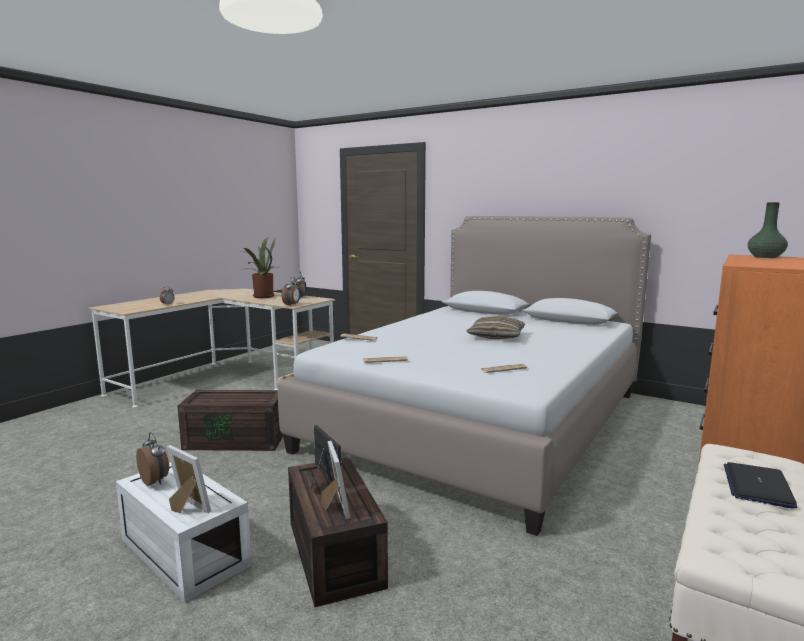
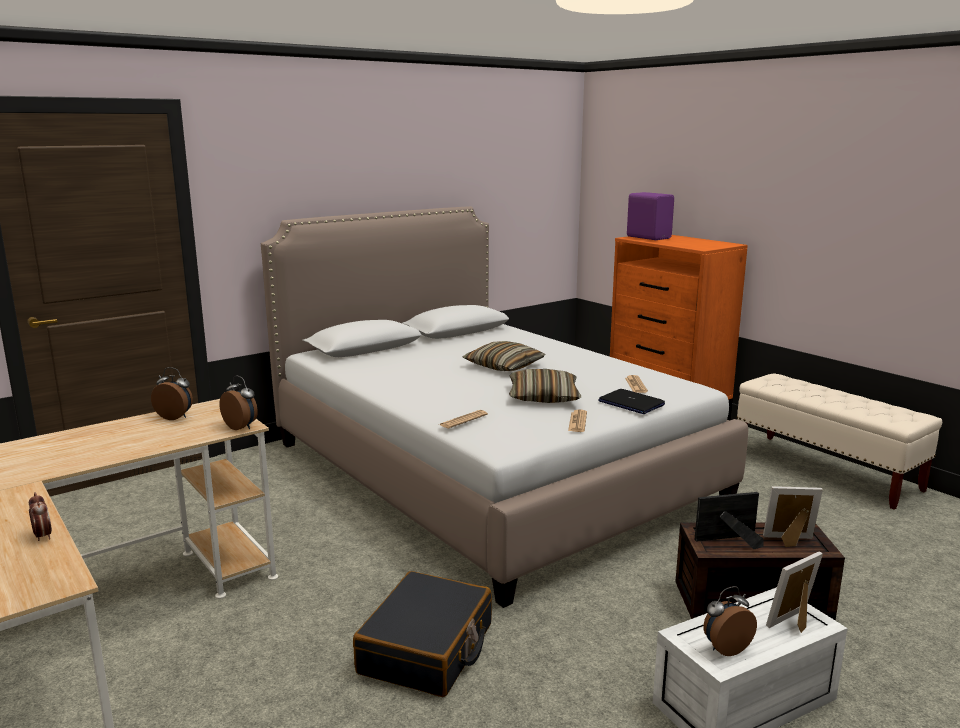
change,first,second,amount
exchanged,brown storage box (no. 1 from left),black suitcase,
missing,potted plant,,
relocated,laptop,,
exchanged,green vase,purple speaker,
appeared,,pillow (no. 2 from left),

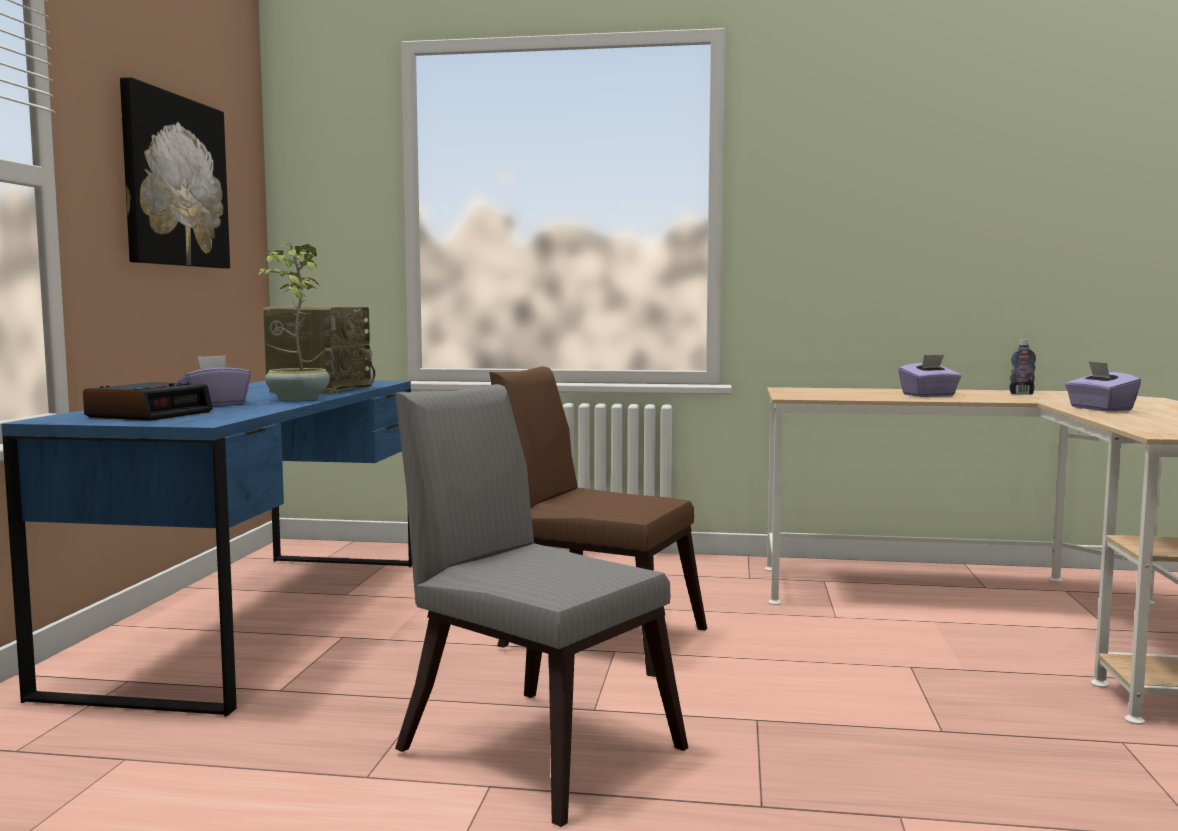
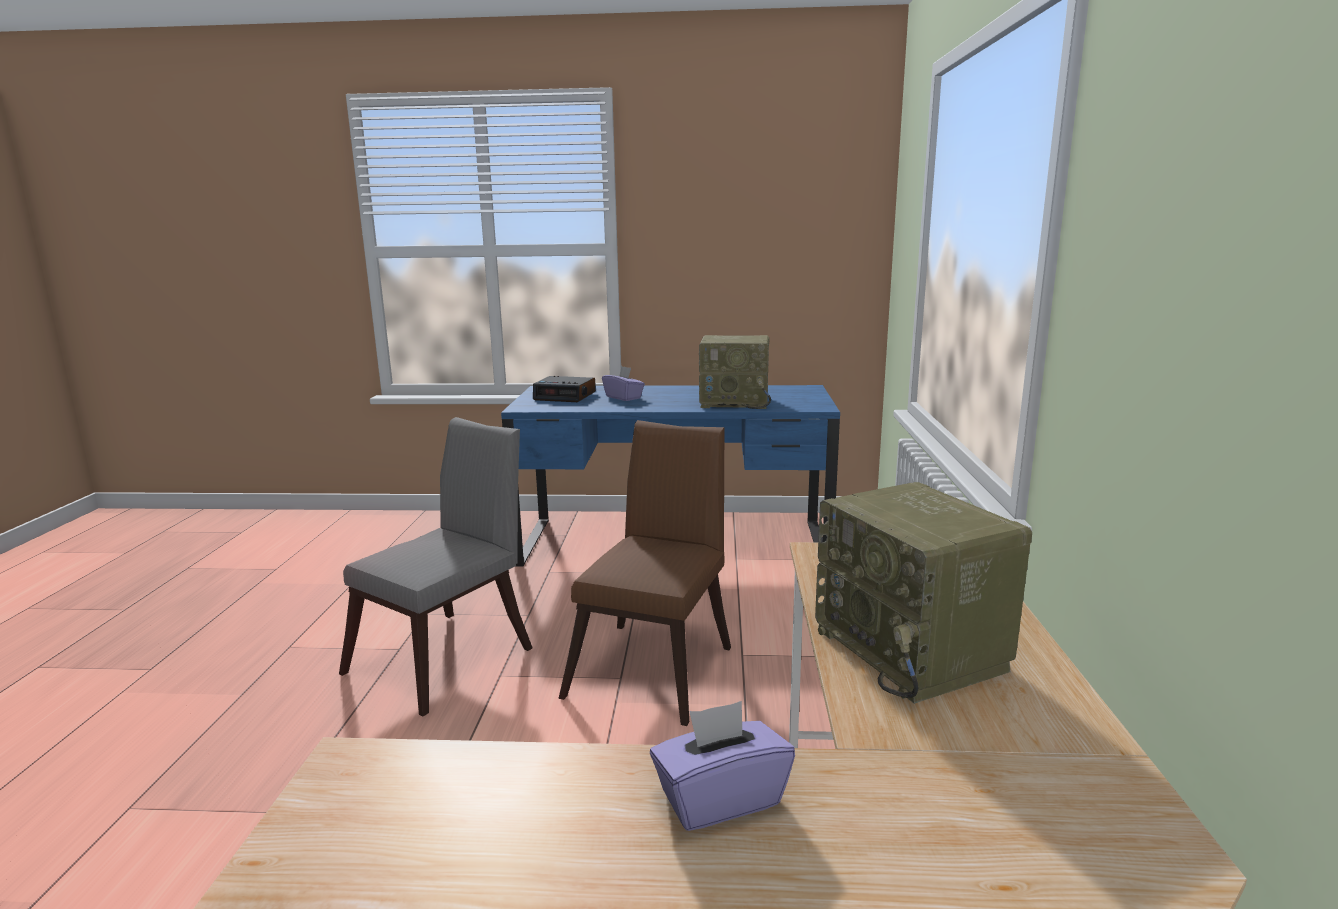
change,first,second,amount
missing,picture,,
missing,potted plant,,
exchanged,purple tissue box (no. 2 from left),radio (no. 2 from left),
missing,bottle,,

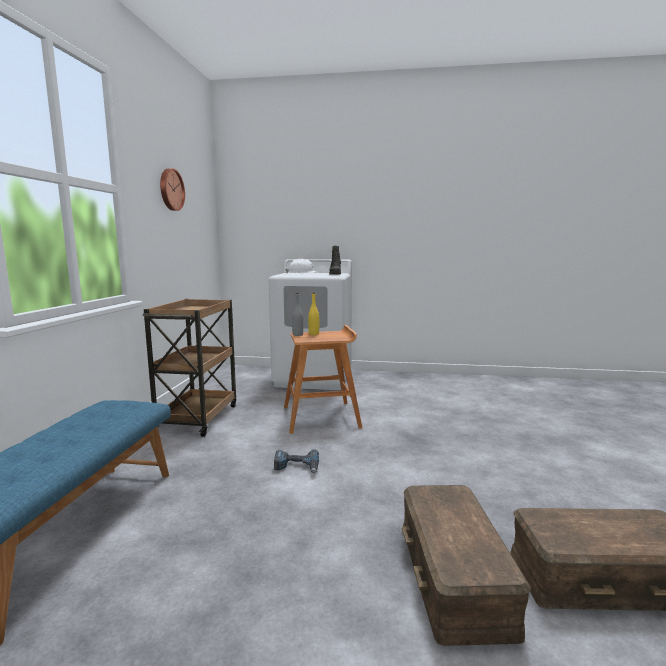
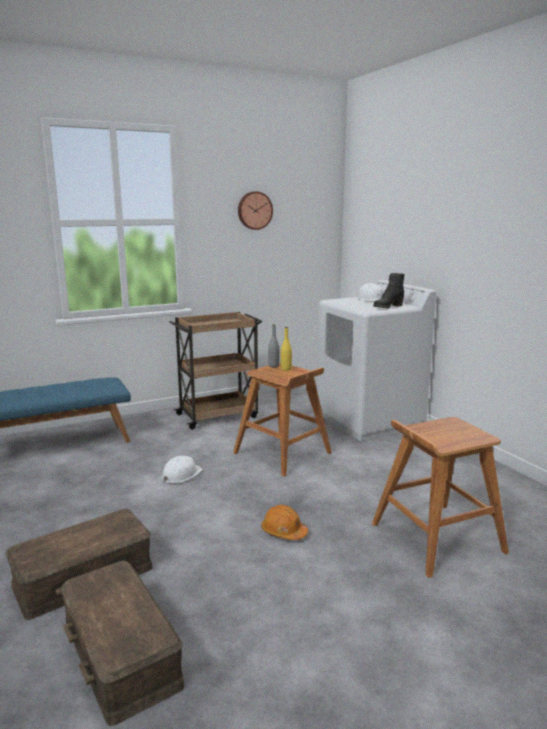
change,first,second,amount
exchanged,power drill,white hard hat (no. 1 from left),
appeared,,orange hard hat,
appeared,,brown stool (no. 2 from left),

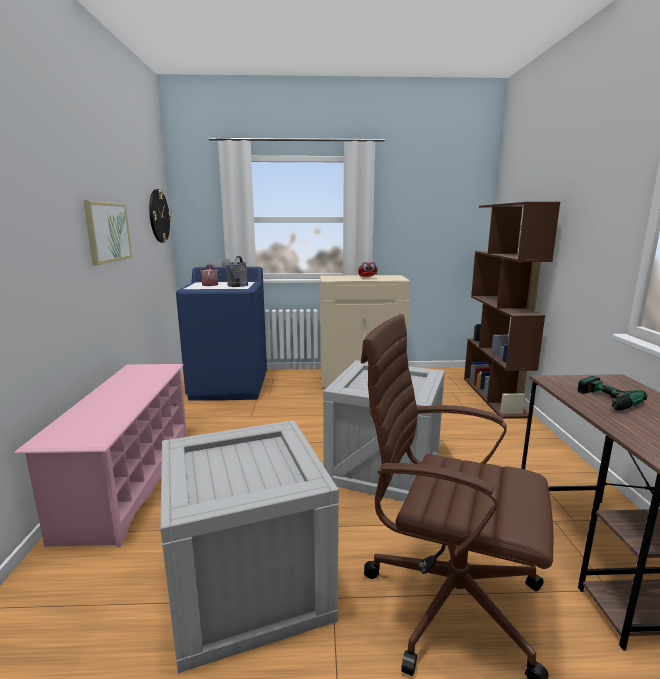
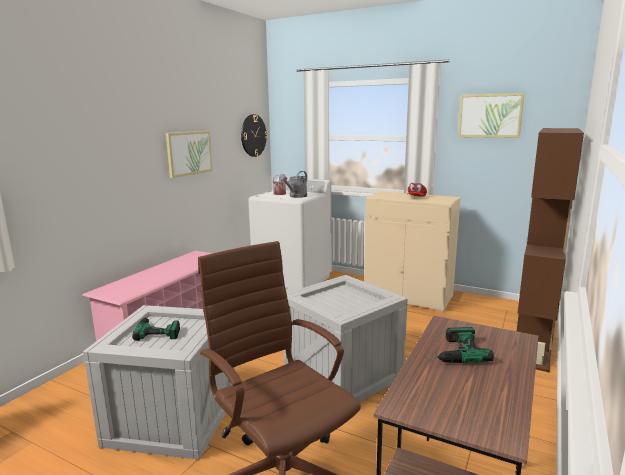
change,first,second,amount
colour,blue washing machine,white washing machine,
appeared,,power drill (no. 1 from left),
appeared,,picture (no. 2 from left),

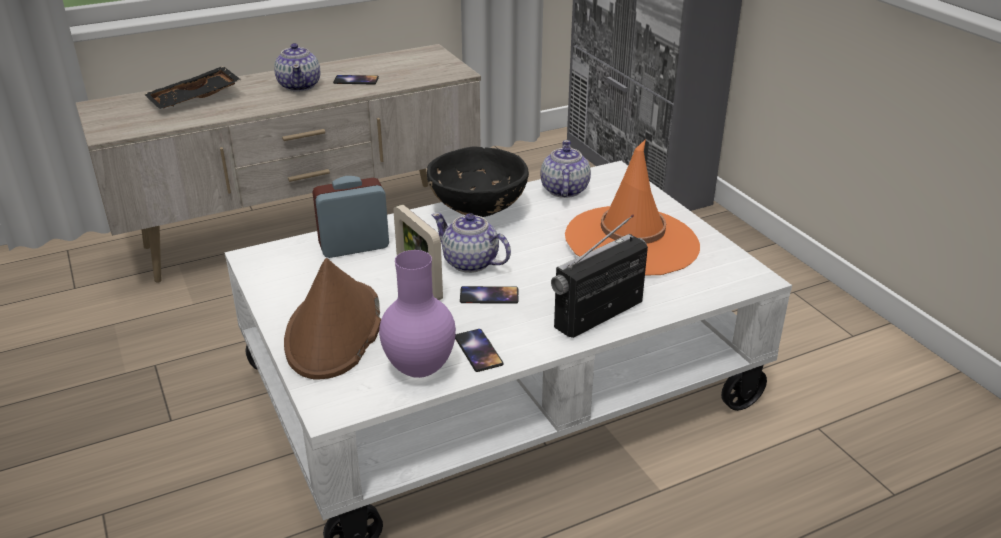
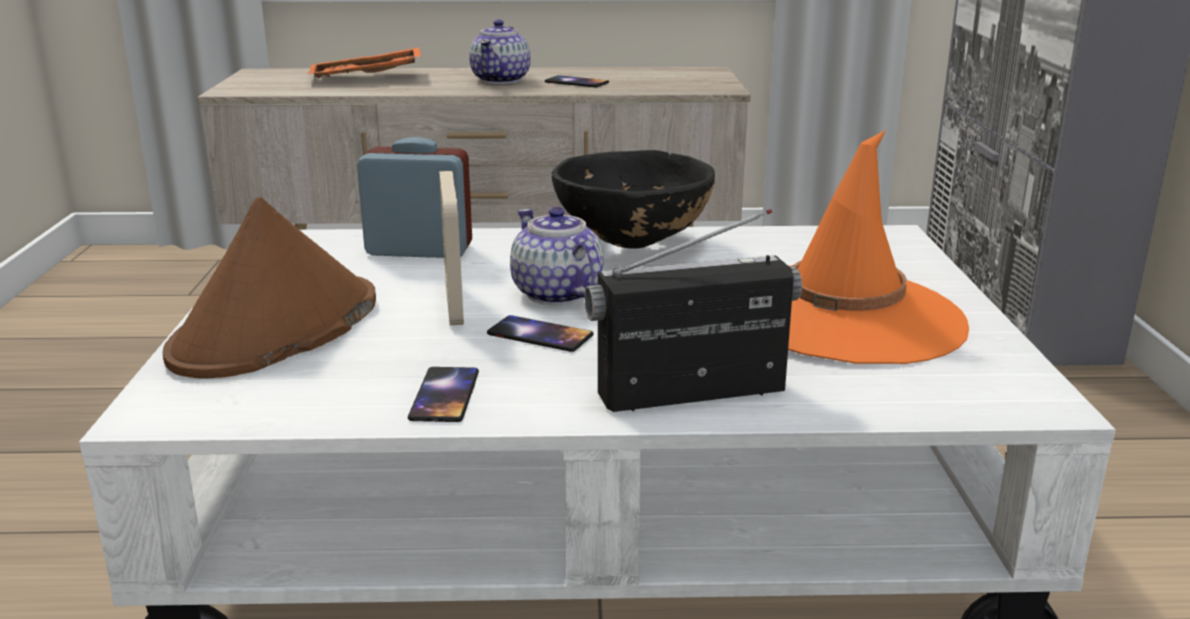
change,first,second,amount
colour,black tray,orange tray,
missing,purple vase,,
missing,teapot (no. 3 from left),,

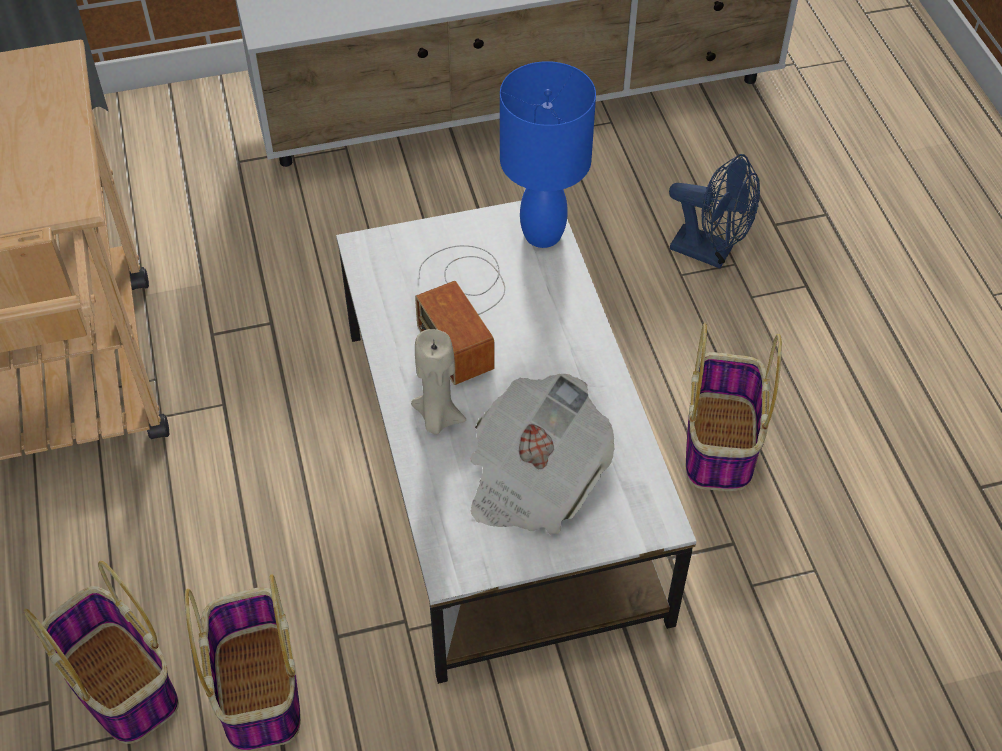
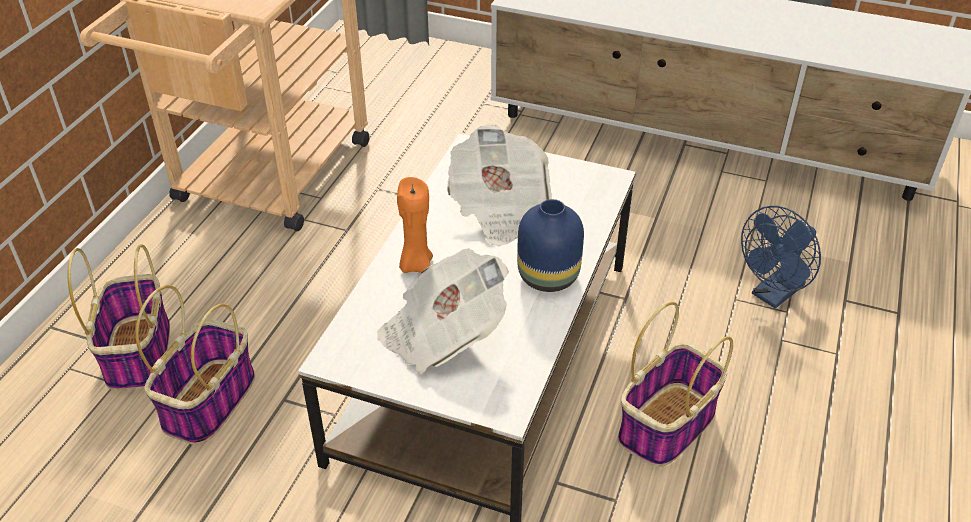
change,first,second,amount
colour,beige candle,orange candle,
exchanged,radio,newspaper (no. 2 from left),
missing,blue table lamp,,
spun,blue fan,,75 degrees clockwise
appeared,,blue vase,

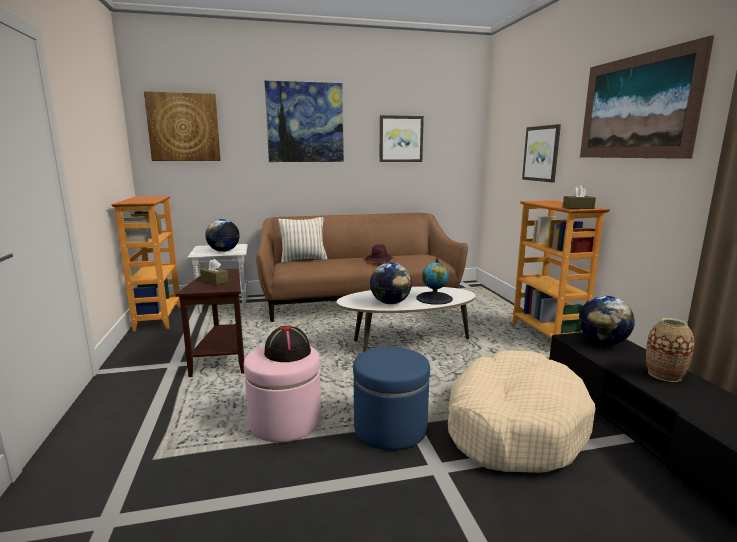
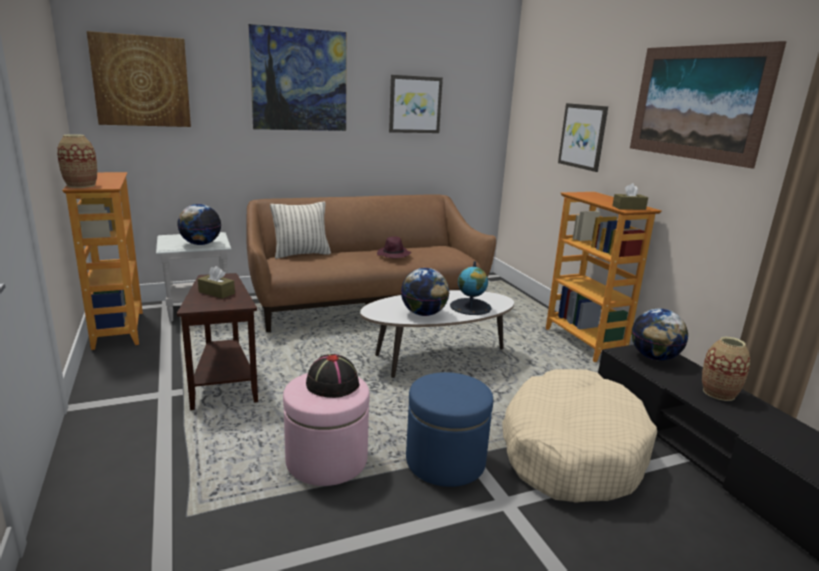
change,first,second,amount
appeared,,vase (no. 1 from left),

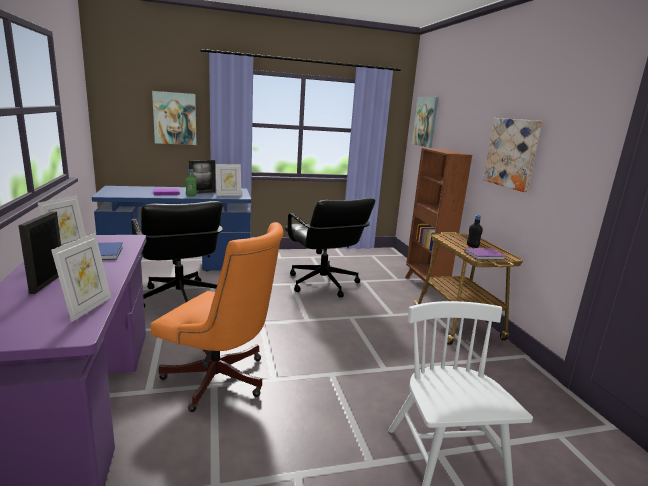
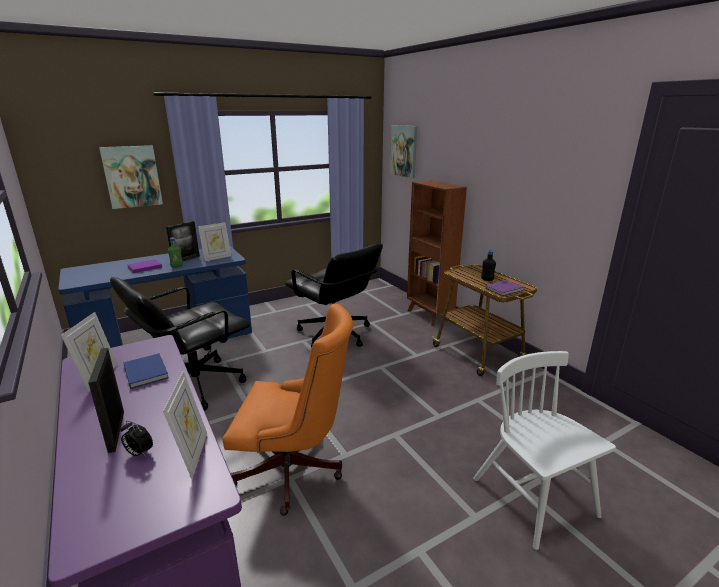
change,first,second,amount
spun,black office chair (no. 1 from left),,90 degrees clockwise
missing,picture (no. 3 from left),,
appeared,,alarm clock,

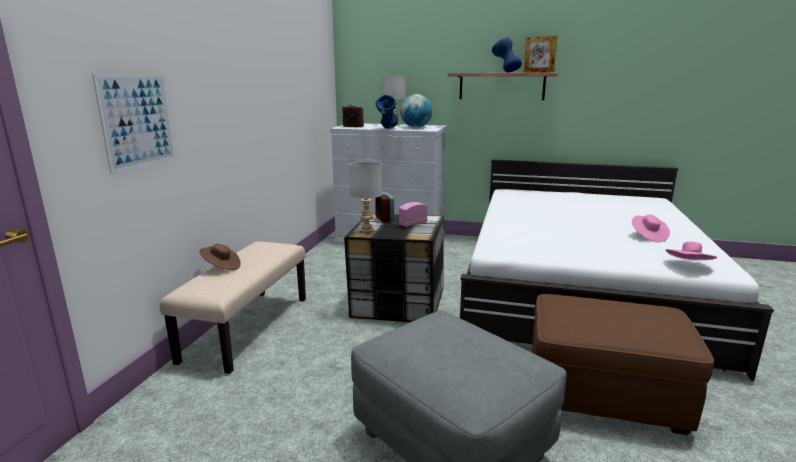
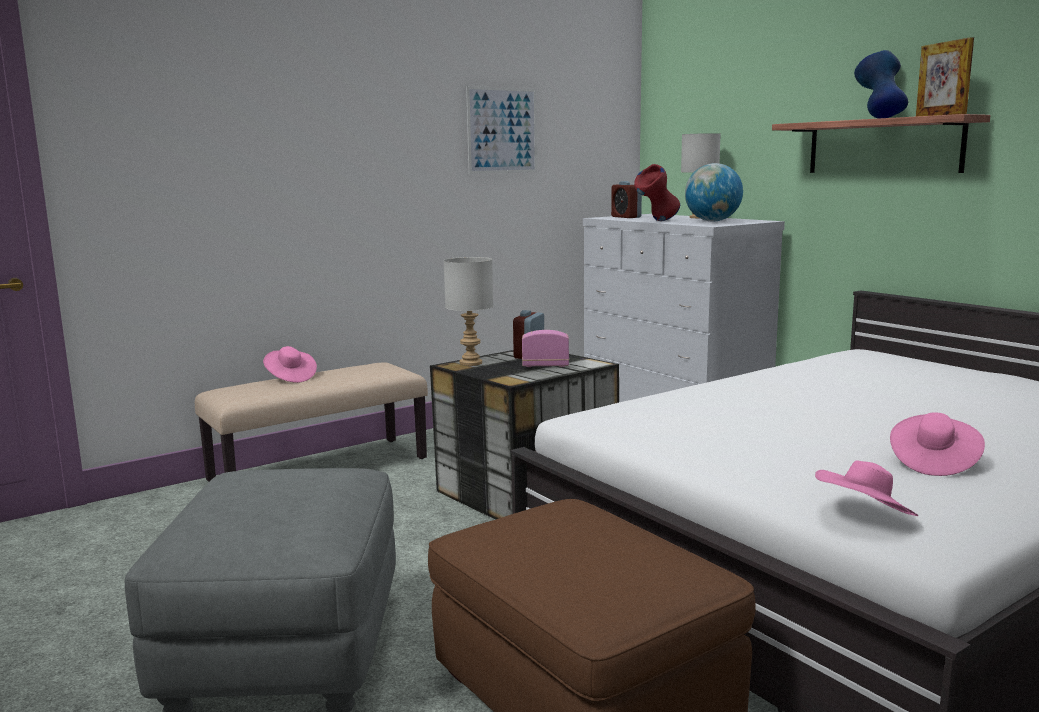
change,first,second,amount
relocated,picture,,
colour,brown hat,pink hat (no. 1 from left),
colour,blue vase (no. 1 from left),red vase,

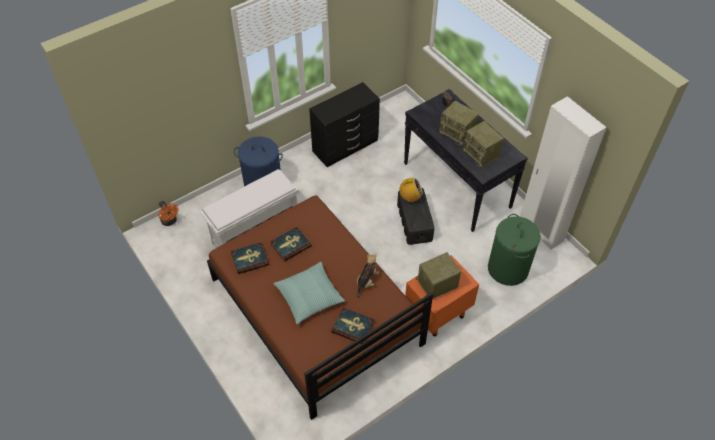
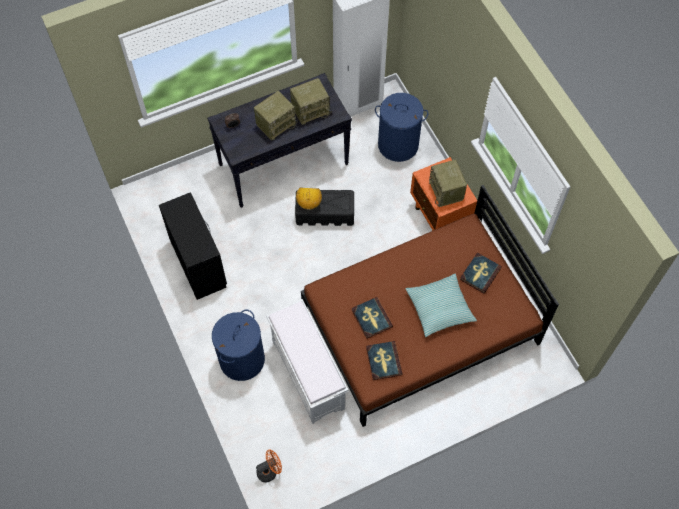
change,first,second,amount
missing,plush toy,,
colour,green laundry basket,blue laundry basket (no. 2 from left),

